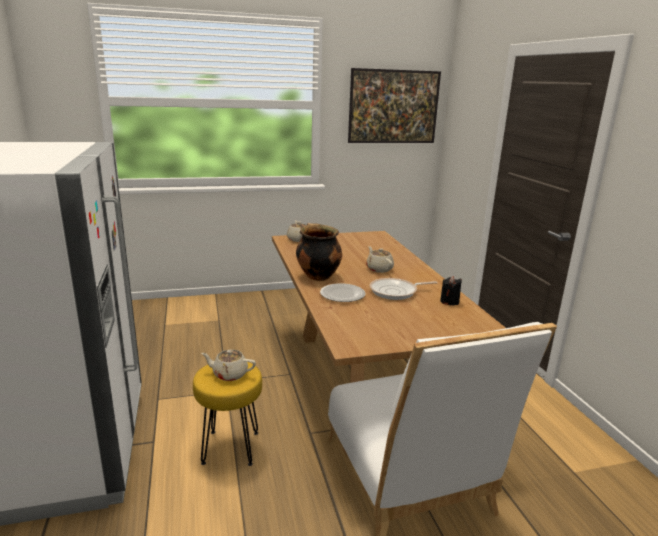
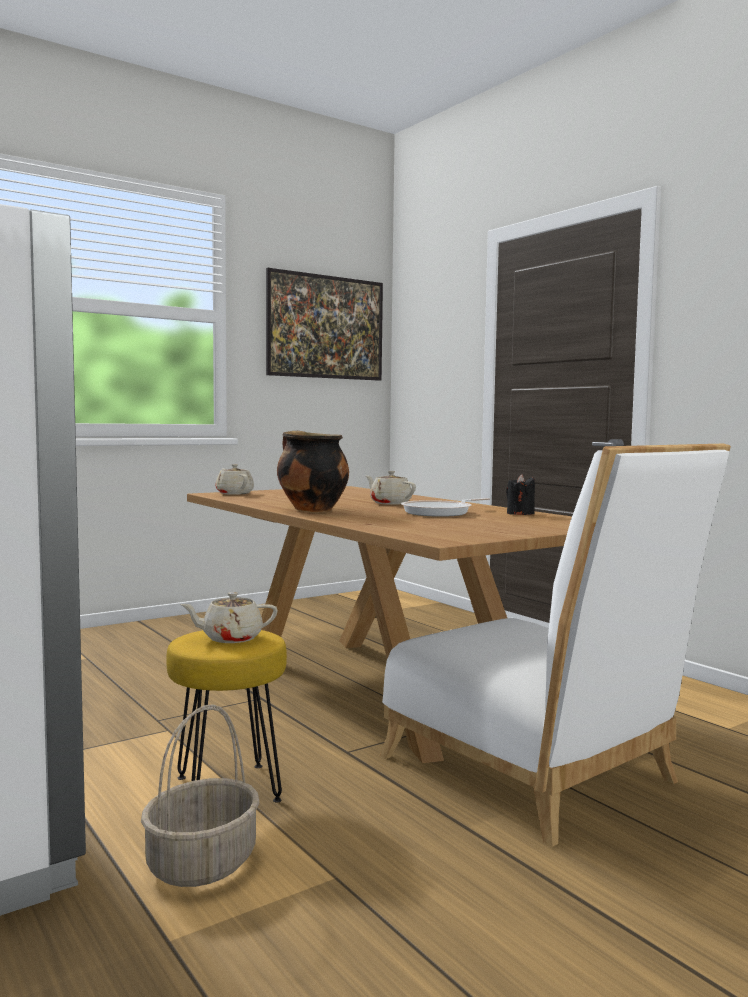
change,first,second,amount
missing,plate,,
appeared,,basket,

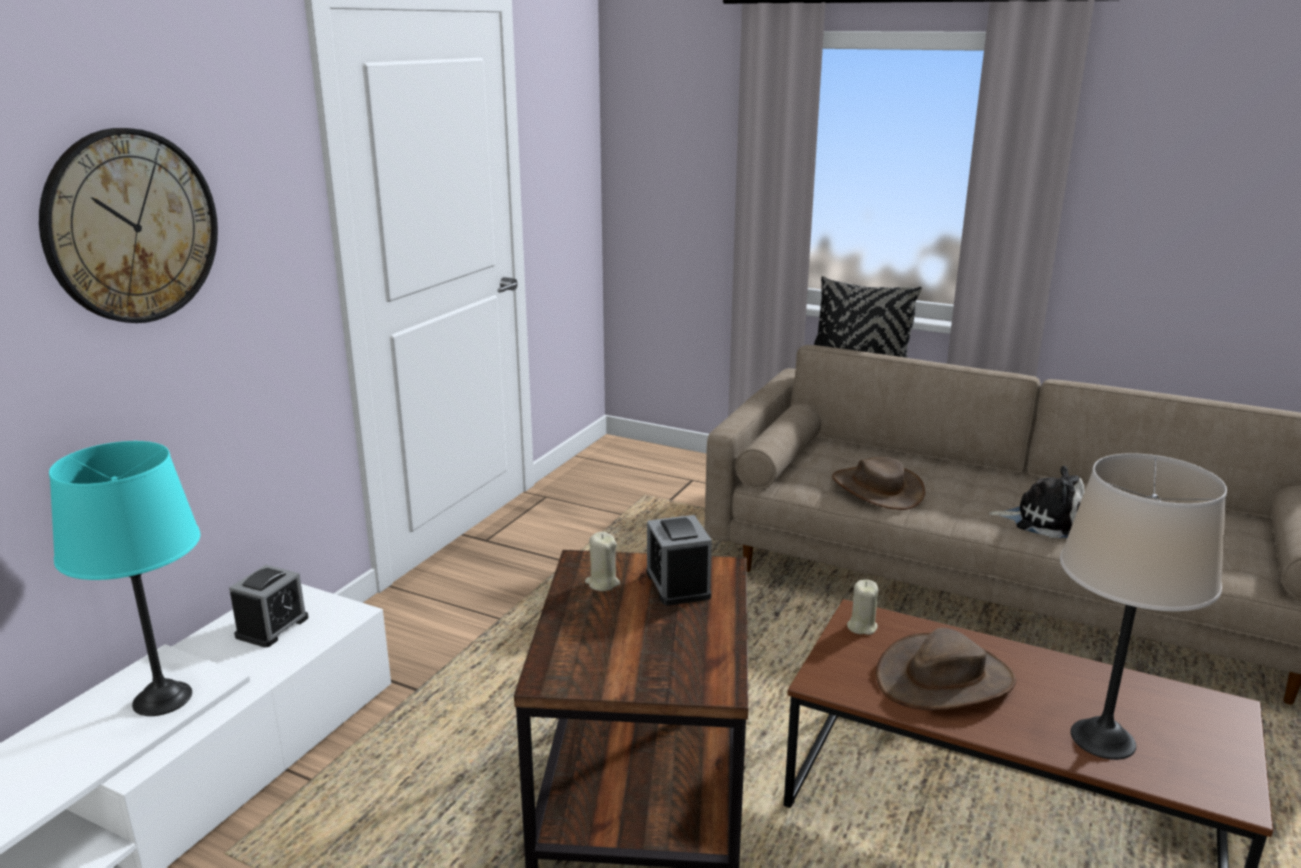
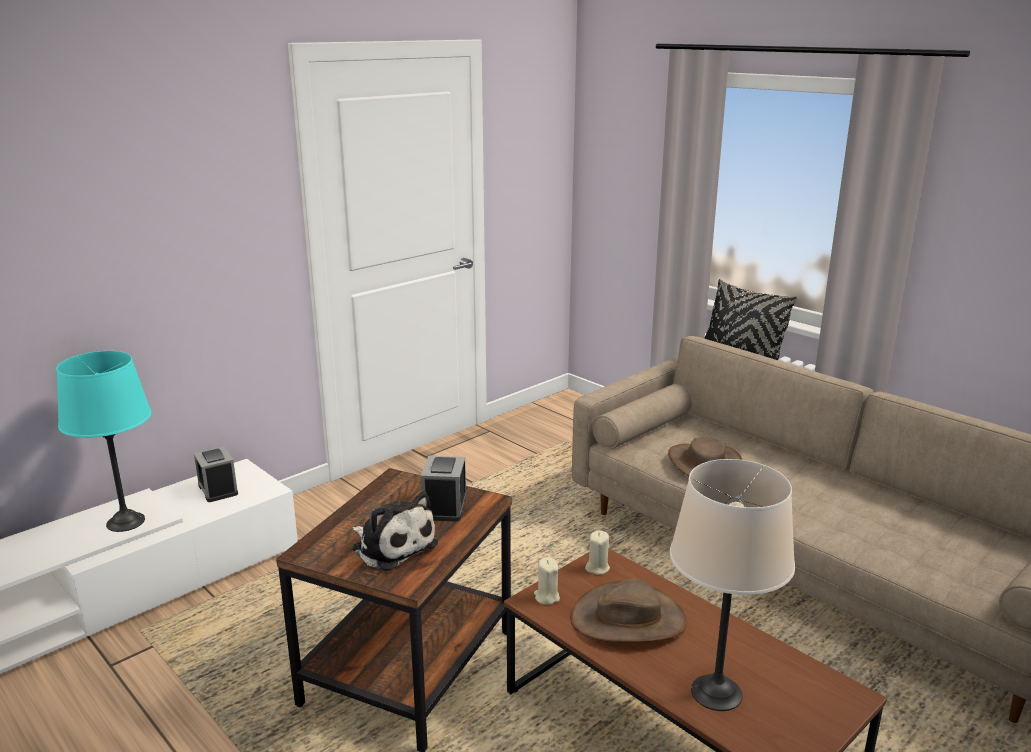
change,first,second,amount
missing,wall clock,,
spun,alarm clock (no. 1 from left),,105 degrees clockwise
relocated,beige candle (no. 1 from left),,
relocated,plush toy,,

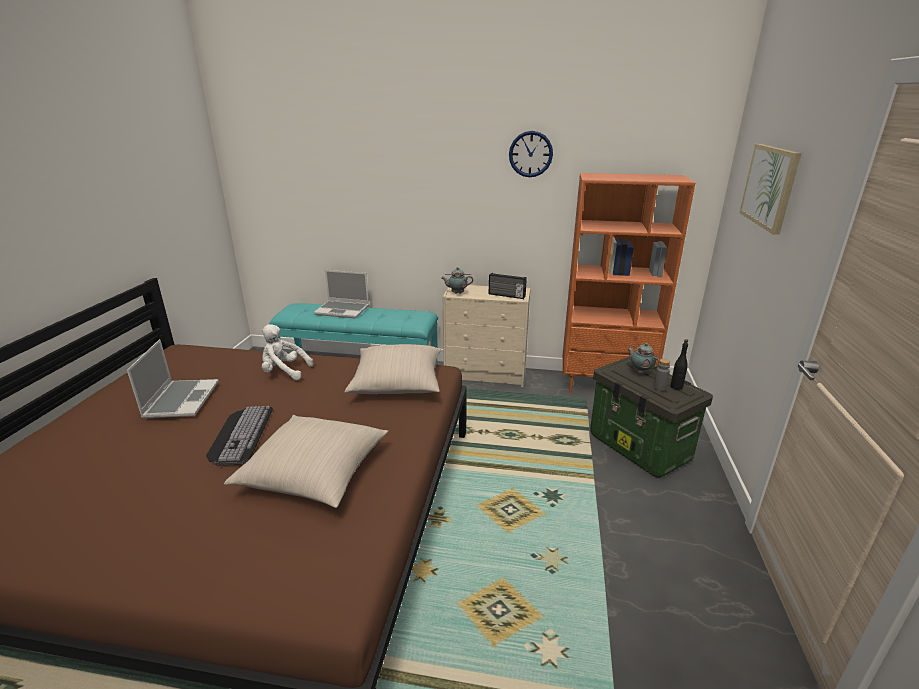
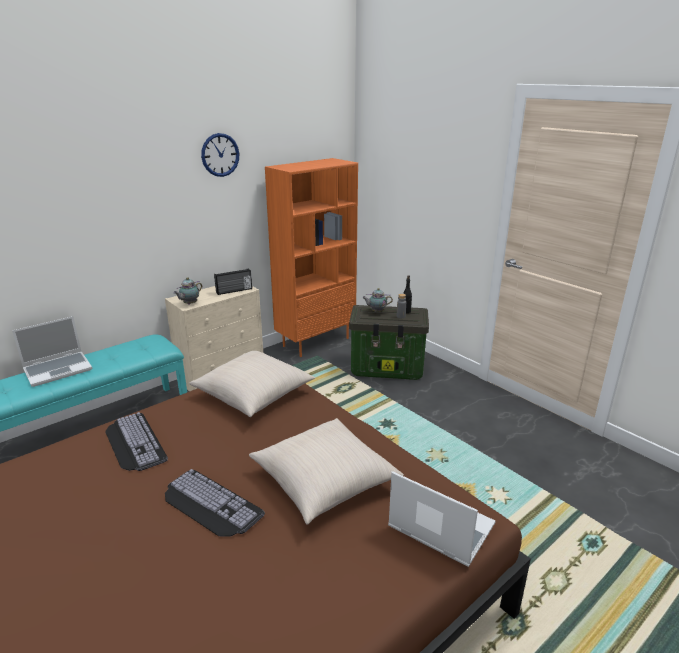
change,first,second,amount
relocated,laptop (no. 1 from left in the first image),laptop (no. 2 from left),
exchanged,white plush toy,keyboard (no. 1 from left),
missing,picture,,

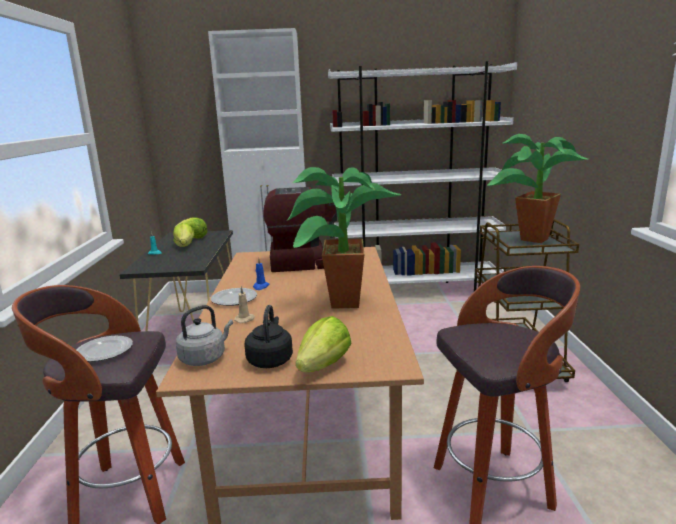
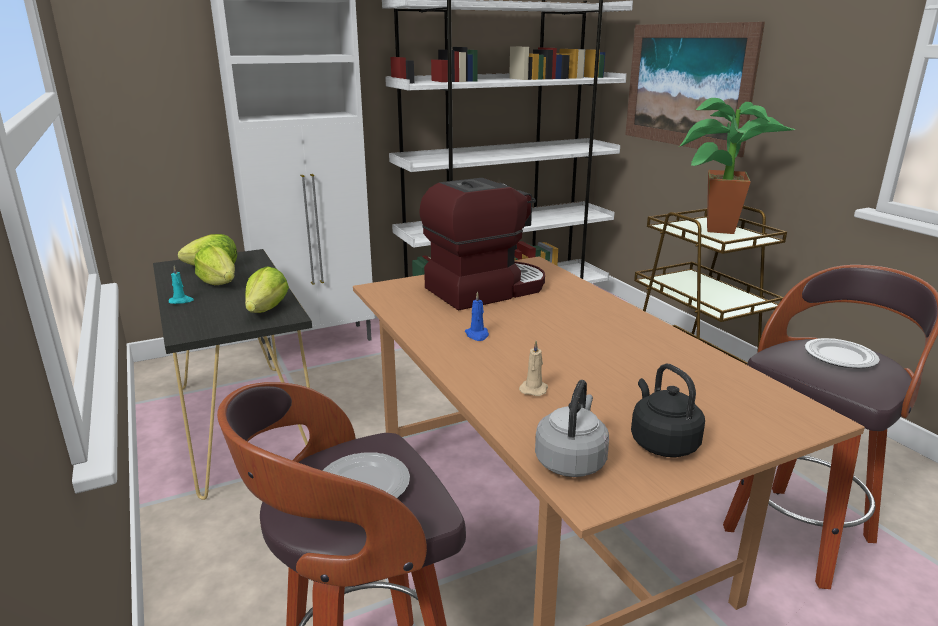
change,first,second,amount
relocated,plate (no. 2 from left),,
missing,potted plant (no. 1 from left),,
relocated,lettuce (no. 3 from left),,
appeared,,picture,

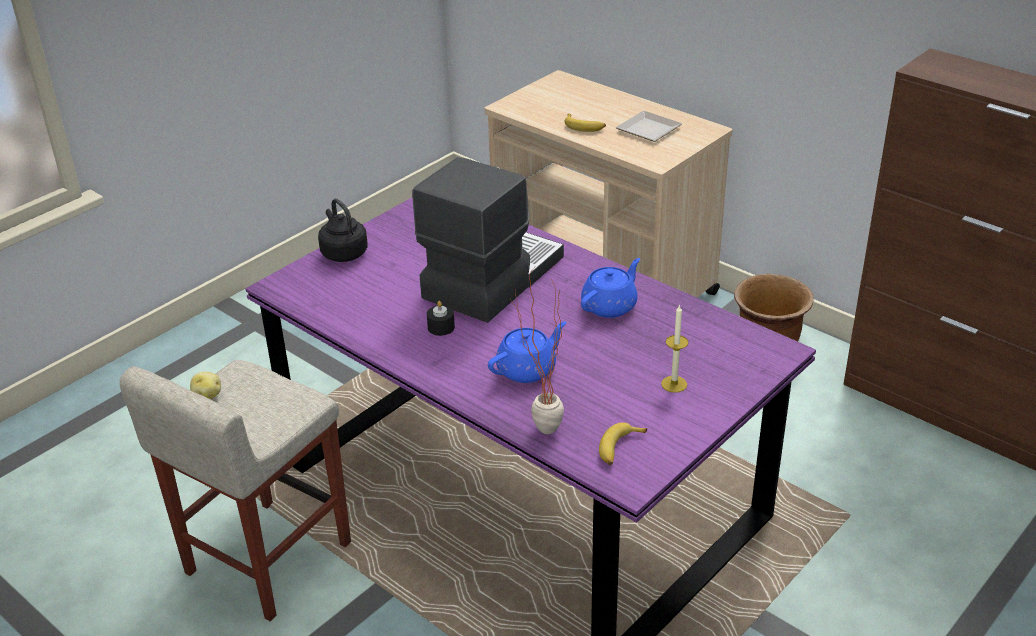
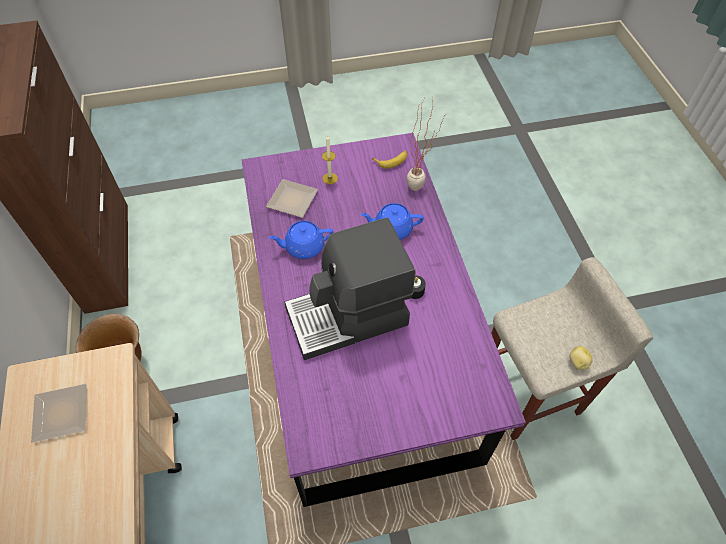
change,first,second,amount
missing,black kettle,,
missing,banana (no. 1 from left),,
appeared,,plate (no. 2 from left),

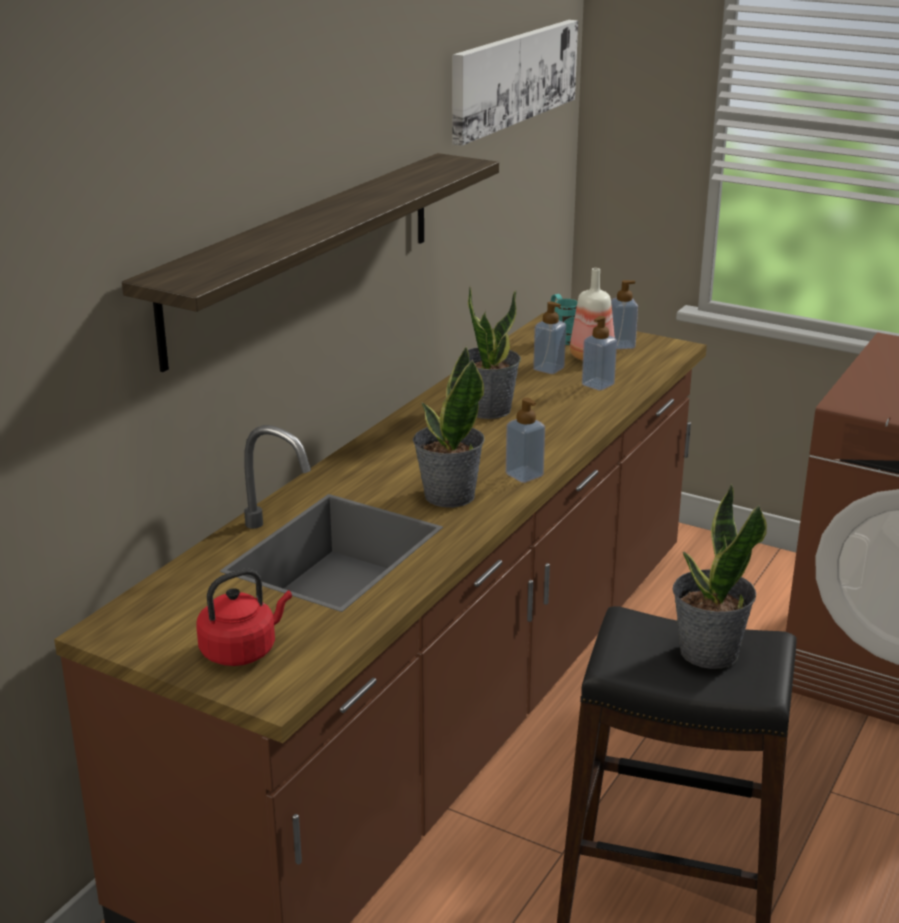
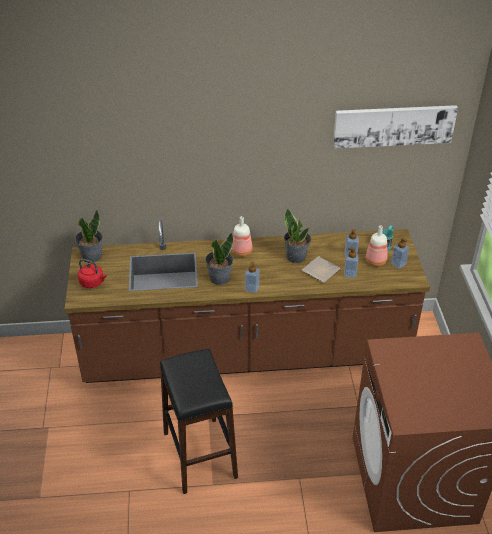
change,first,second,amount
missing,shelf,,
relocated,potted plant (no. 3 from left in the first image),potted plant (no. 1 from left),
appeared,,bottle (no. 1 from left),
appeared,,plate,

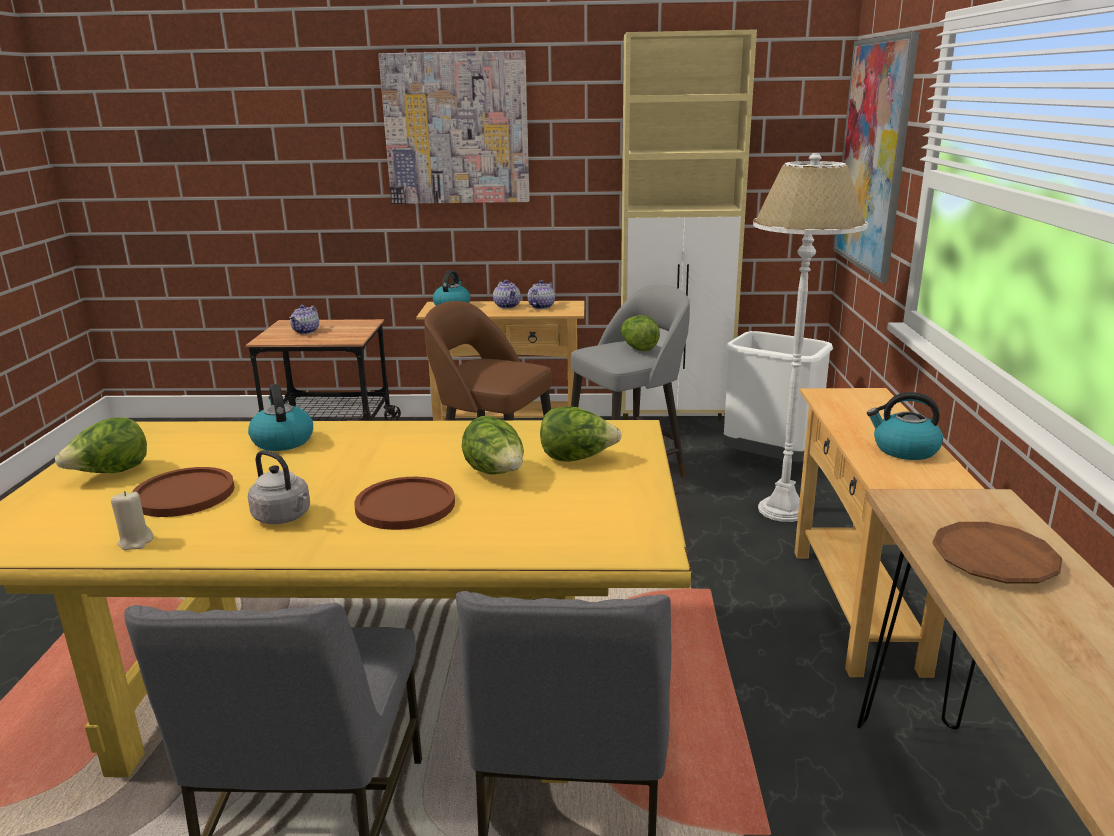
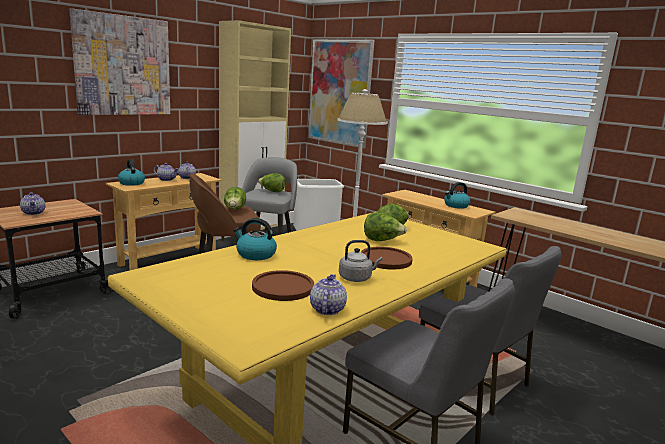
change,first,second,amount
relocated,lettuce (no. 1 from left),,
exchanged,beige candle,teapot (no. 4 from left),
missing,brown plate (no. 3 from left),,

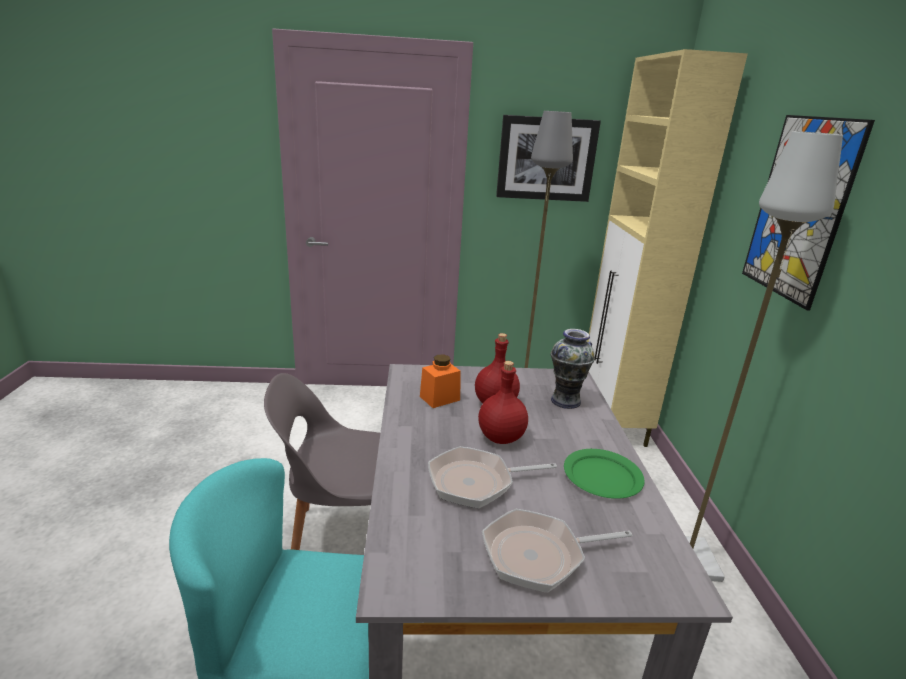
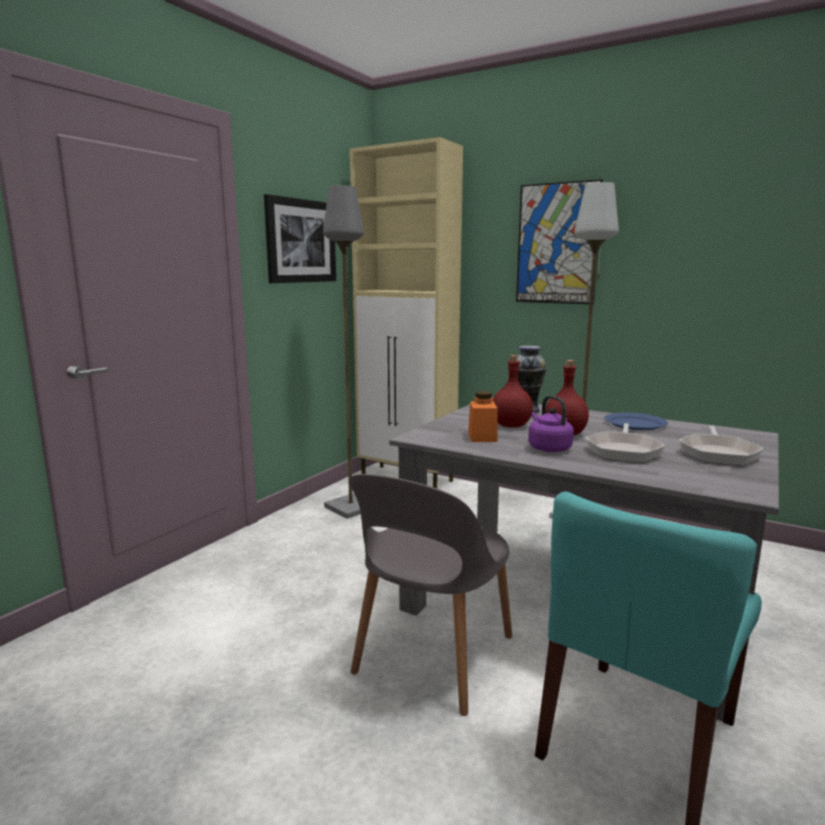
change,first,second,amount
colour,green plate,blue plate,
appeared,,purple kettle,

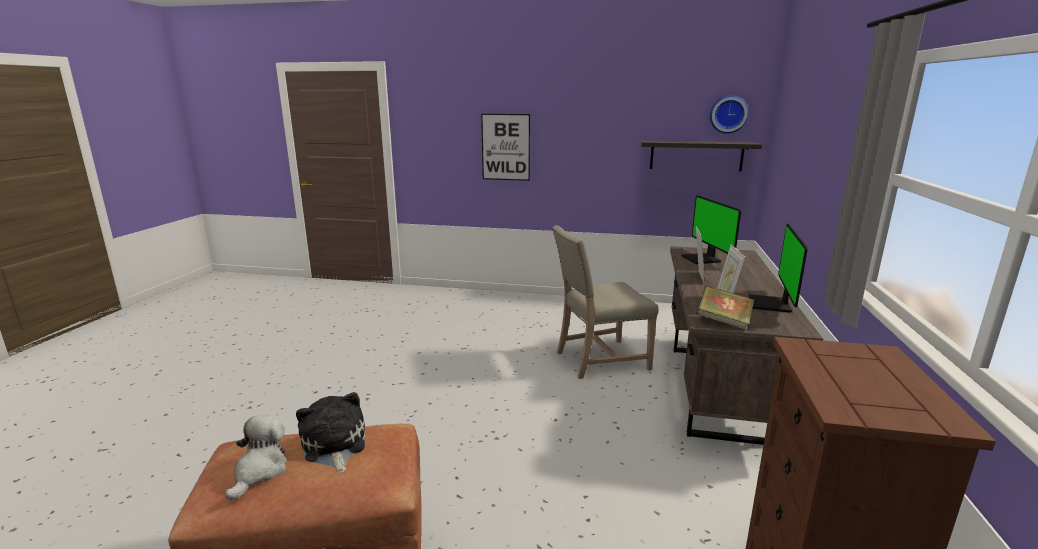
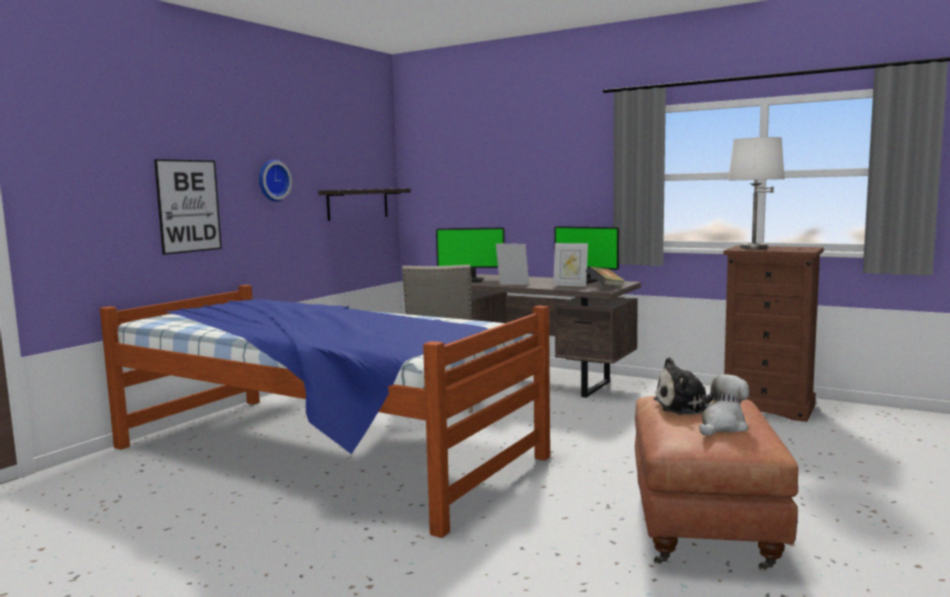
change,first,second,amount
spun,plush toy (no. 1 from left in the first image),plush toy (no. 2 from left),105 degrees clockwise
relocated,wall clock,,
appeared,,bed,
appeared,,white table lamp,

